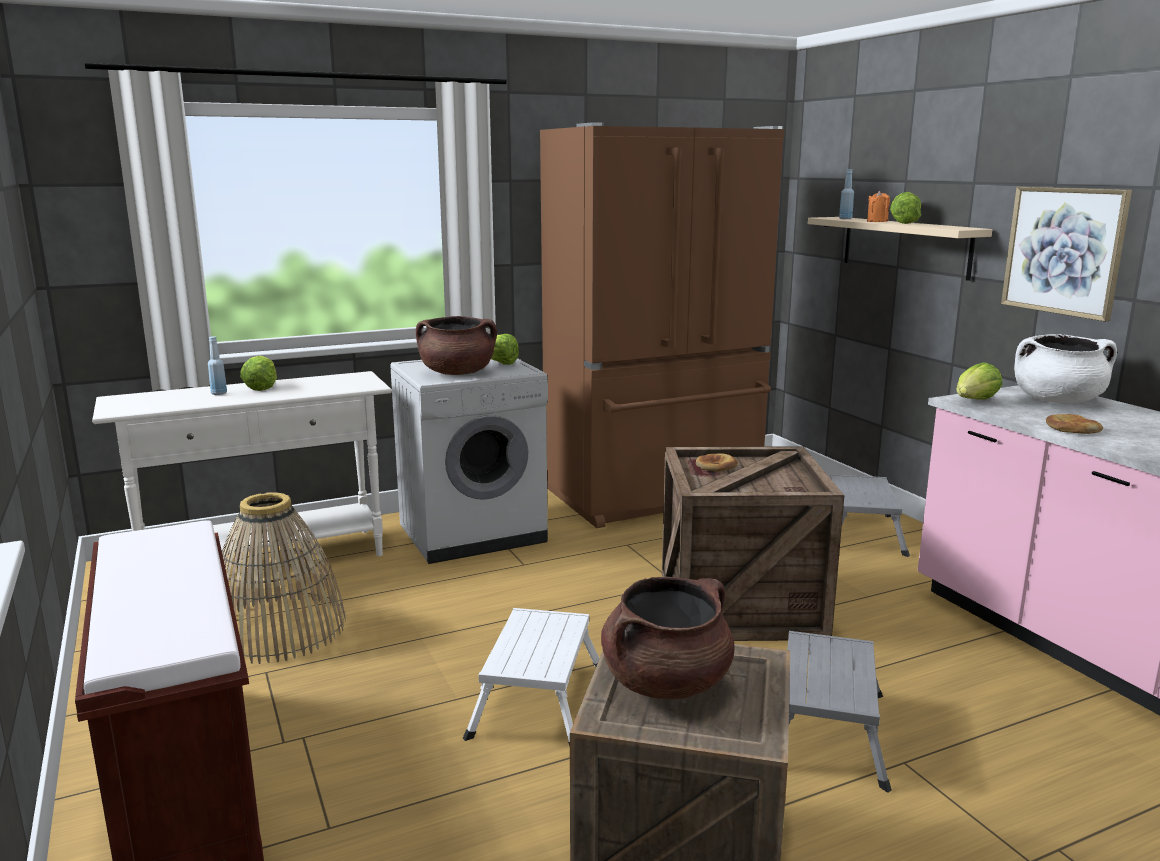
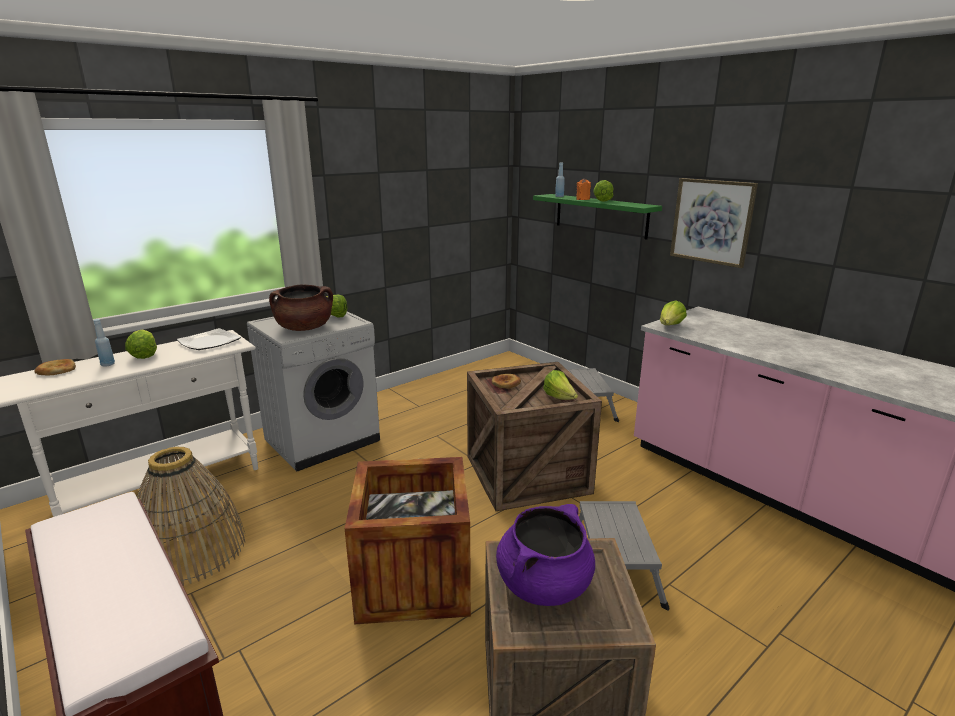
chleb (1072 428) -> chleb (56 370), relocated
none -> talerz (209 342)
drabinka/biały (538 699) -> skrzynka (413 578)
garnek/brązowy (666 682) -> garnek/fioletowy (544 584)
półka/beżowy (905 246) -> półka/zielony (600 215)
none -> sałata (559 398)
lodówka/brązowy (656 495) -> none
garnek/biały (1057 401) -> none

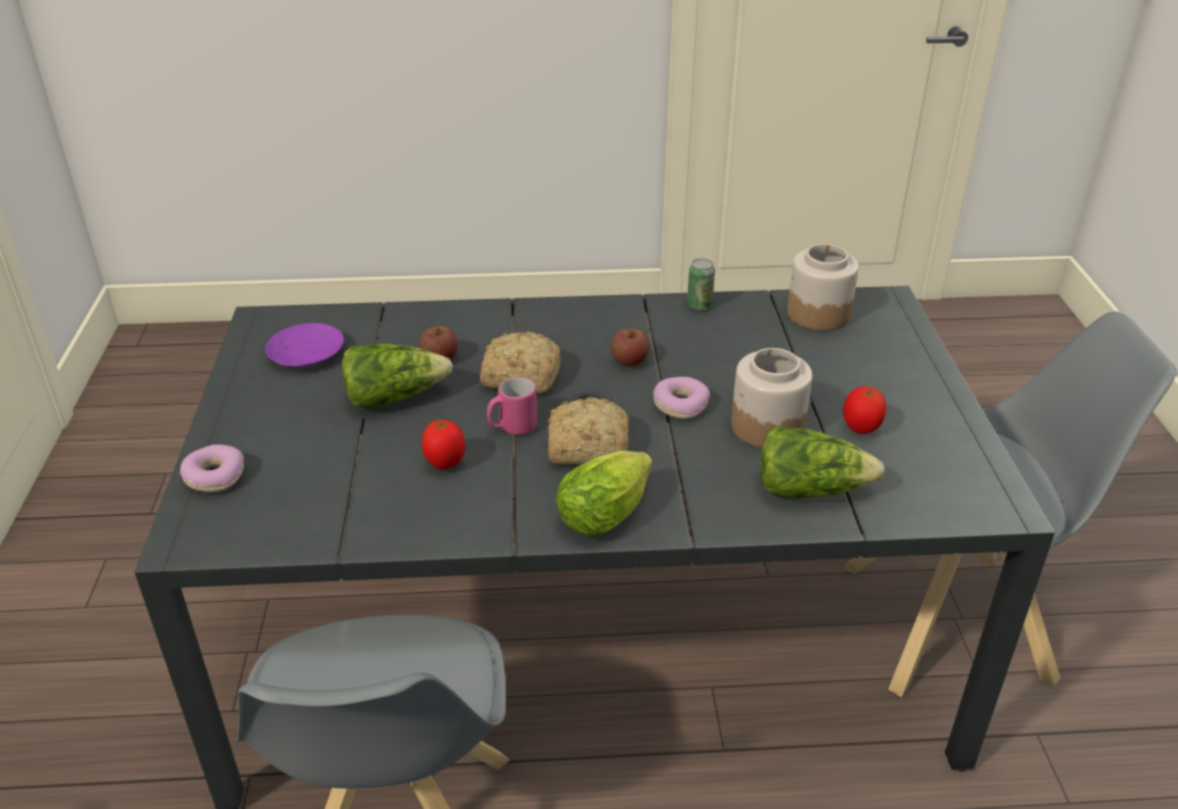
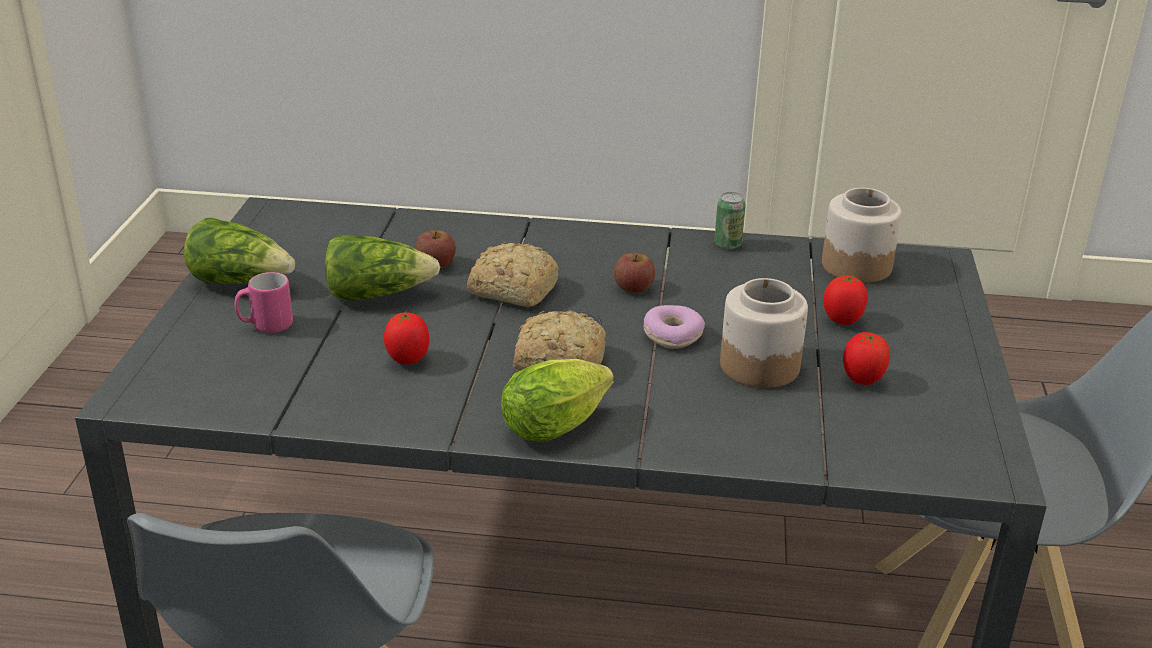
sałata (810 489) -> sałata (241 282), relocated
kubek/różowy (512 428) -> kubek/różowy (265 326), relocated
none -> pomidor (842 321)
donut (214 476) -> none
talerz/fioletowy (305 354) -> none

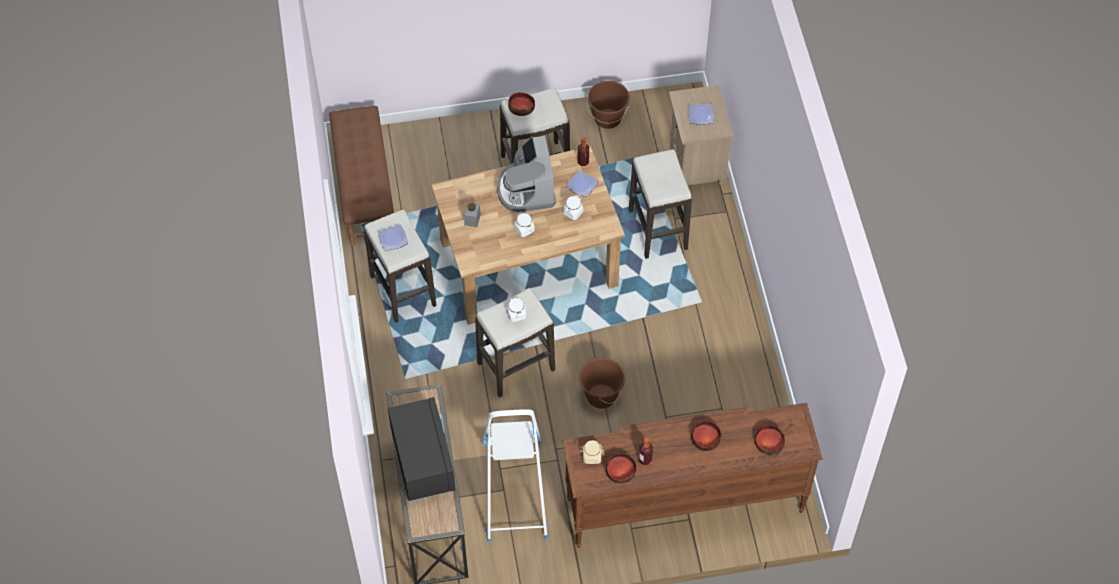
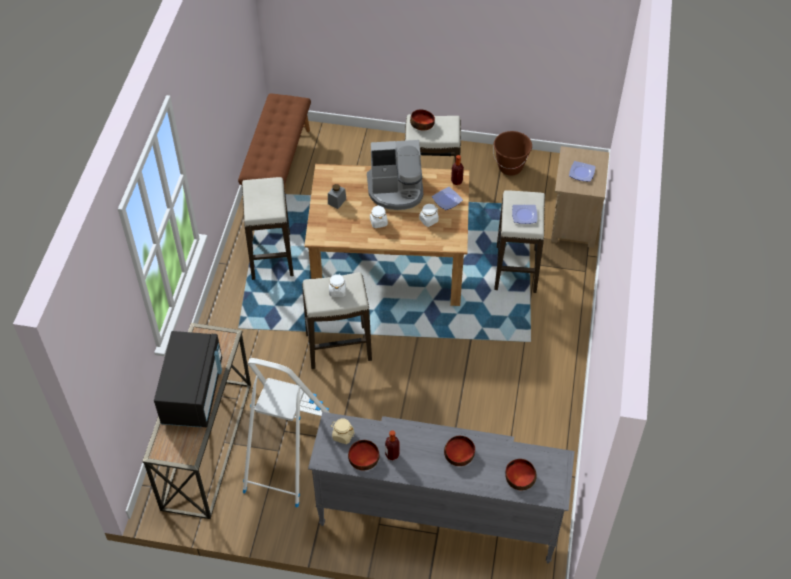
szafka/brązowy (684 504) -> szafka/szary (438 518)
ekspres do kawy (526 189) -> ekspres do kawy (396 190), 105 degrees counterclockwise
talerz (393 238) -> talerz (525 215), relocated
wiadro/brązowy (601 396) -> none

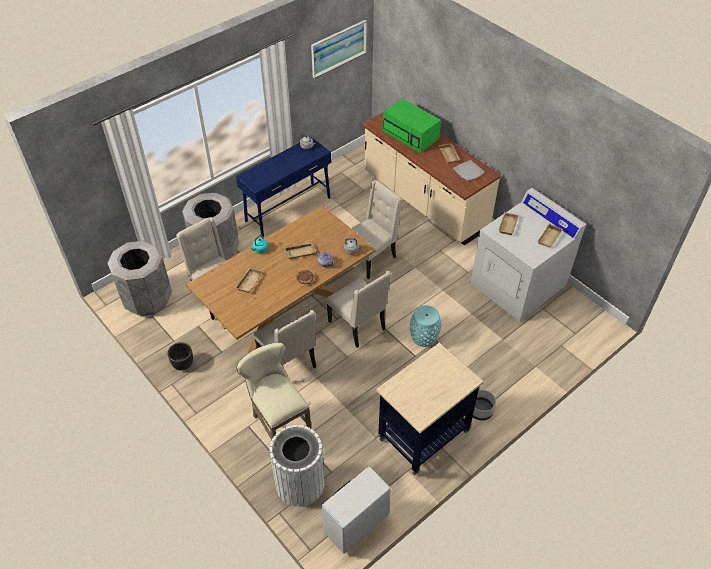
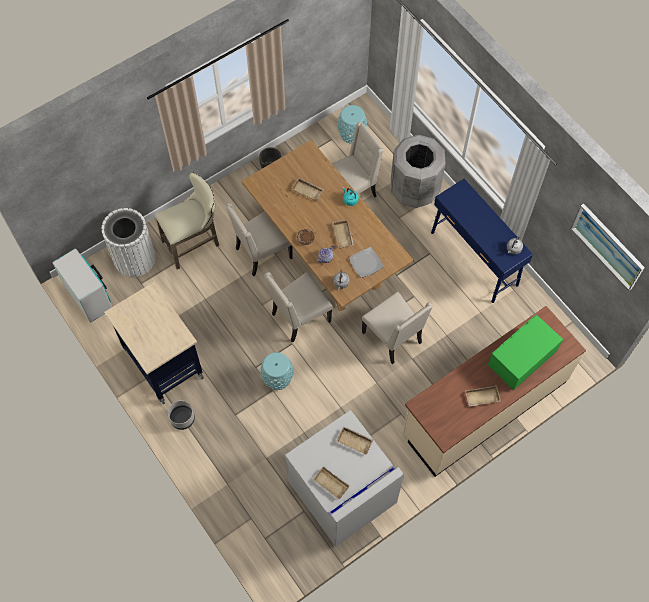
kosz na śmieci/szary (147 299) -> stołek/turkusowy (351 134)
talerz (468 171) -> talerz (366 263), relocated

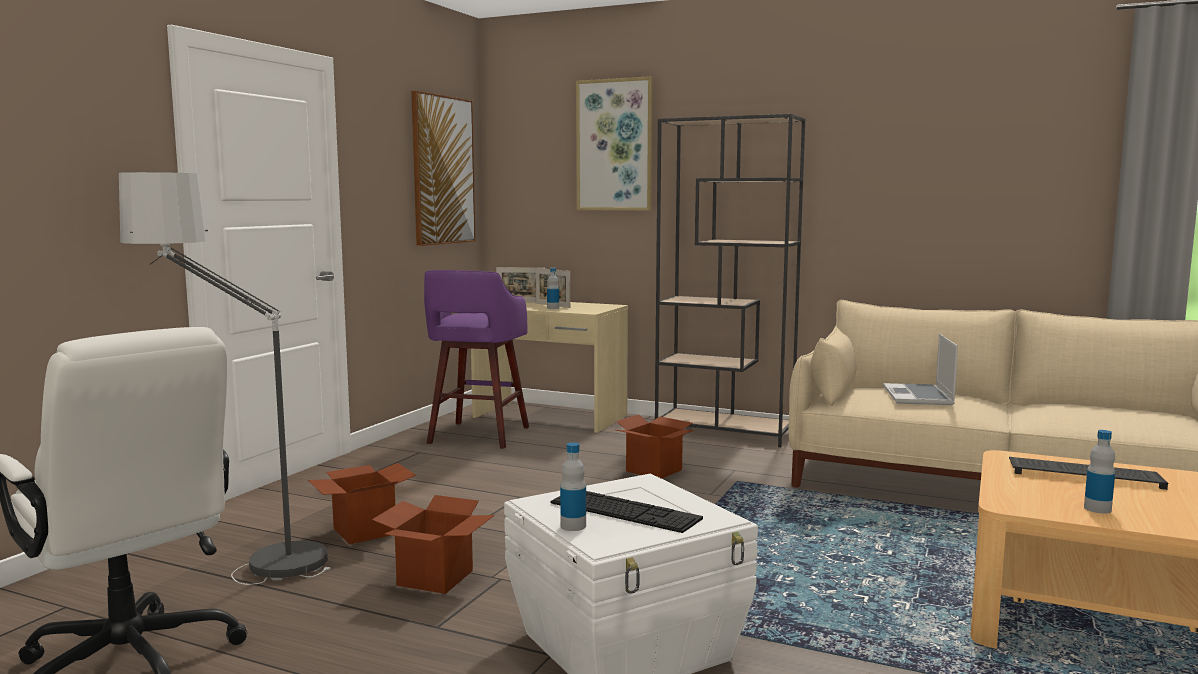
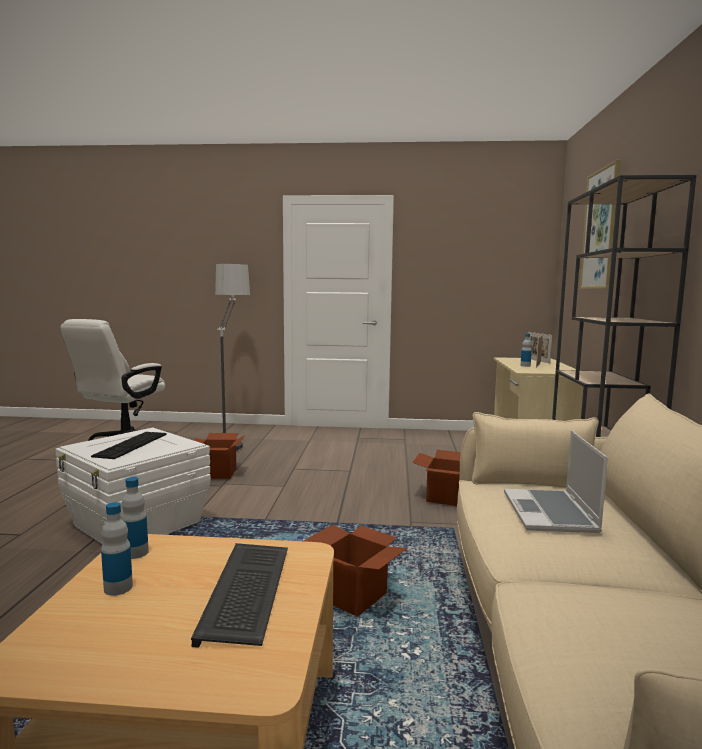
butelka (573 526) -> butelka (136 553), relocated
karton (365 531) -> karton (353 597), relocated
laptop (919 397) -> laptop (551 513), 75 degrees counterclockwise
obraz (442 170) -> none
stołek/fioletowy (477 436) -> none

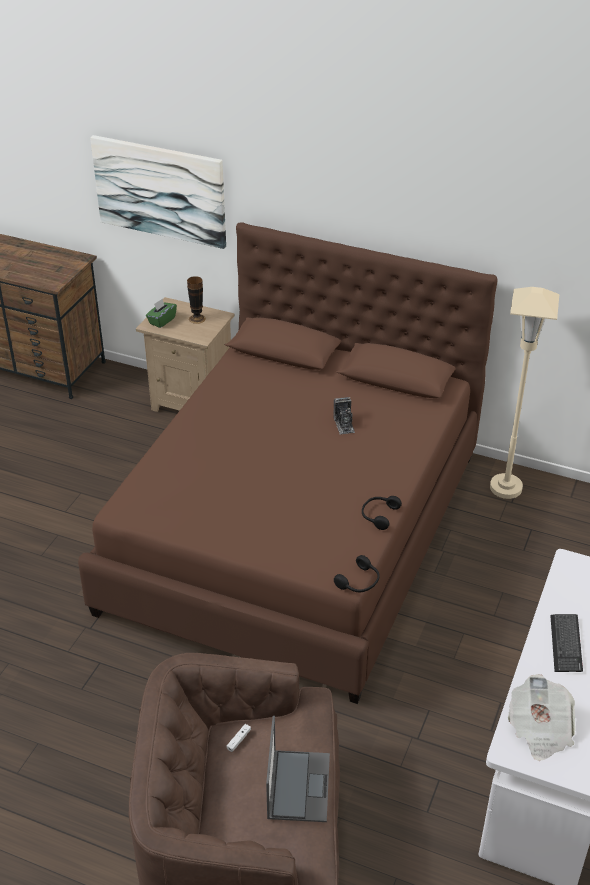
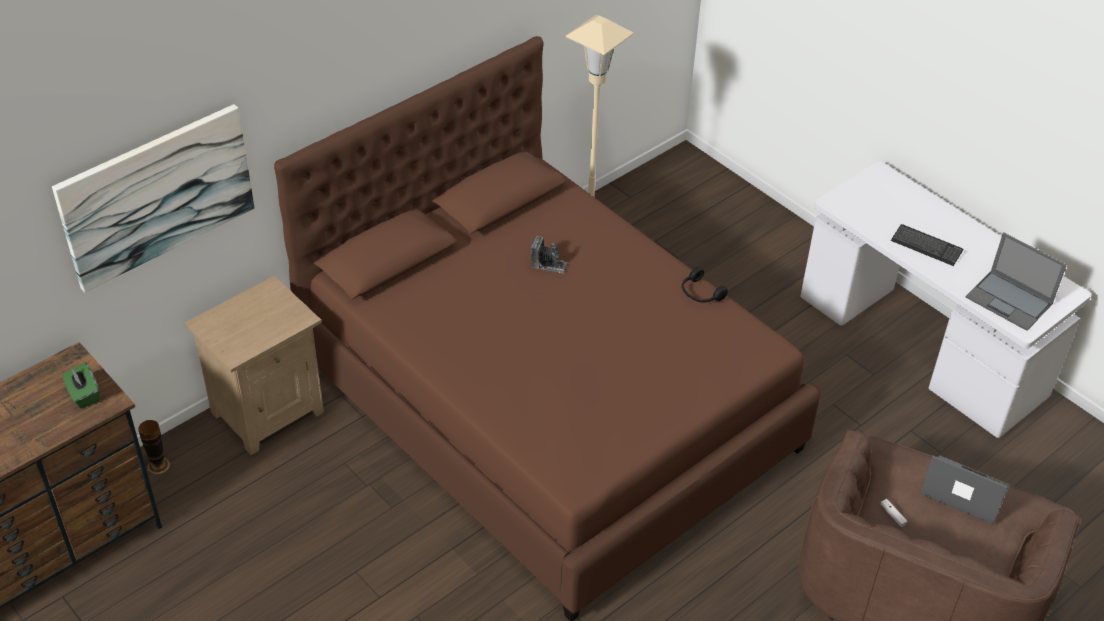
pudełko chusteczek/zielony (162 321) -> pudełko chusteczek/zielony (84 394), relocated
wazon (197 318) -> wazon (158 465), relocated
gazeta (539 730) -> laptop (1010 301)
słuchawki/czarny (359 582) -> none

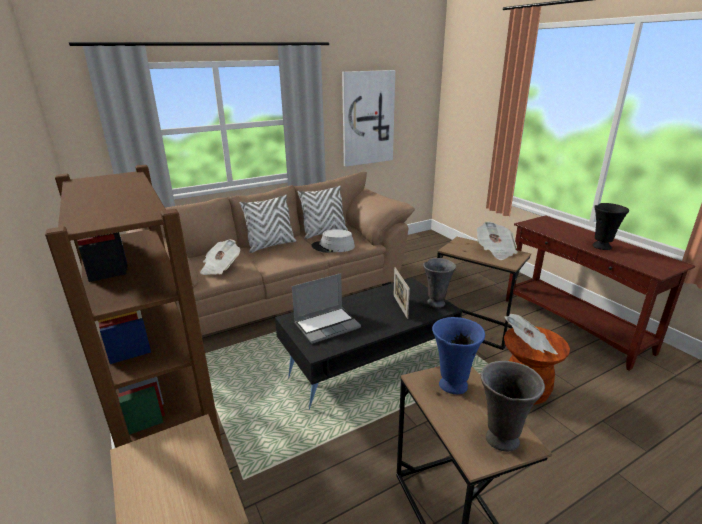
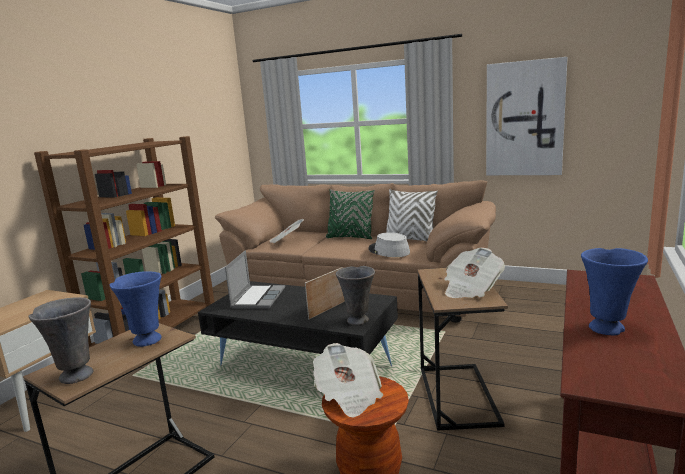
laptop (327 325) -> laptop (258 298), 105 degrees counterclockwise
poduszka/biały (271 245) -> poduszka/zielony (350 237)
wazon/czarny (601 246) -> wazon/niebieski (608 328)

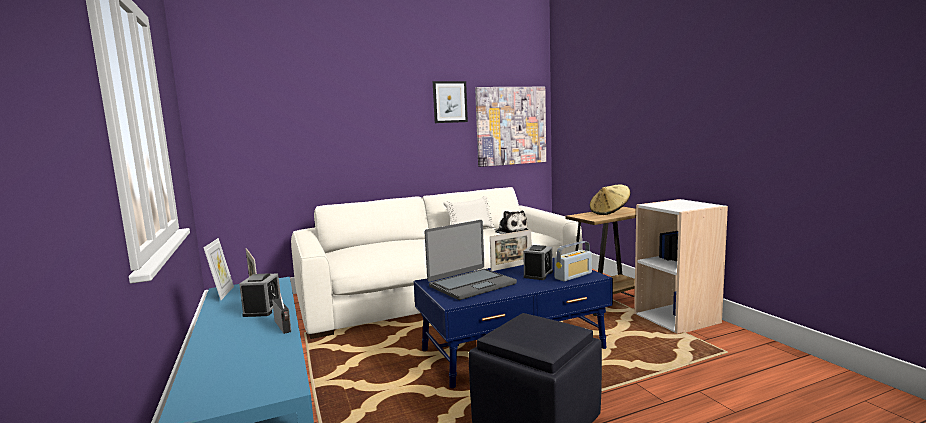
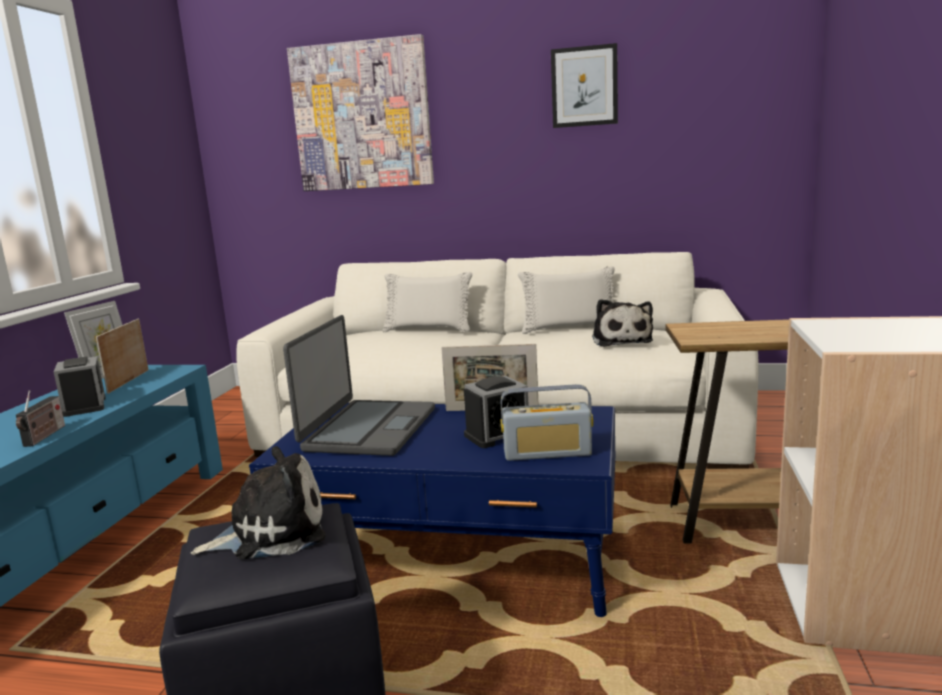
budzik (263 309) -> budzik (85 406), 60 degrees counterclockwise
none -> pluszak (271 532)
laptop (471 285) -> laptop (368 429), 75 degrees counterclockwise
obraz (511 126) -> obraz (362 116), relocated
none -> poduszka/biały (428 330)
kapelusz/beżowy (609 212) -> none

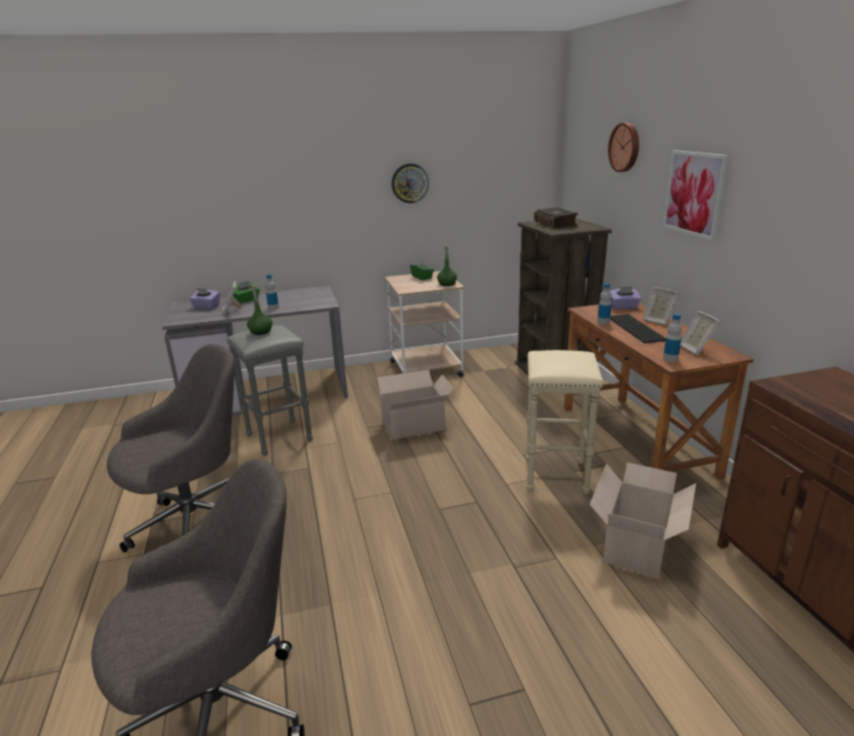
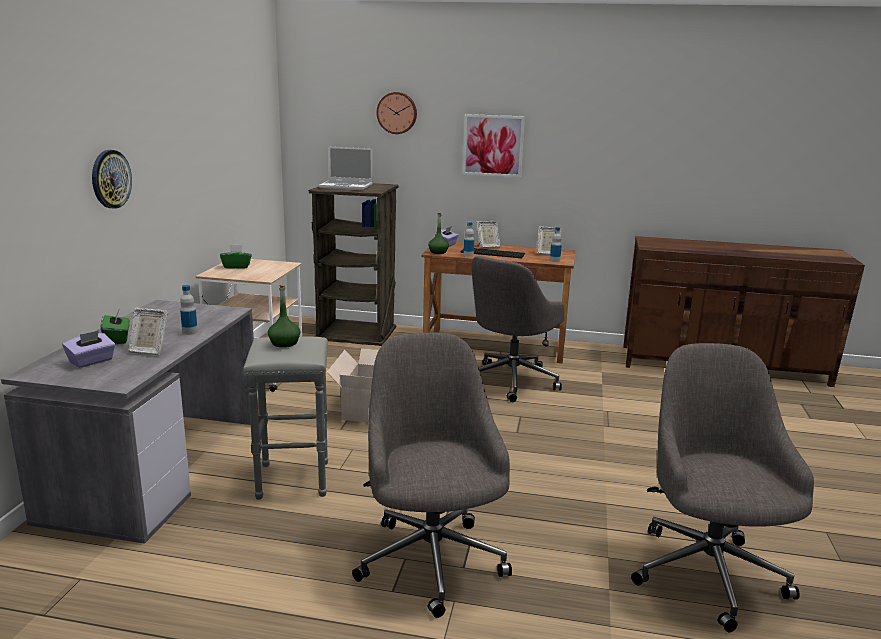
zegar ścienny (410 183) -> zegar ścienny (110 179), relocated
książka (556 224) -> laptop (347 186)
butelka/zielony (447 284) -> butelka/zielony (438 252), relocated
stołek/beżowy (554 474) -> krzesło biurowe/szary (511 381)
karton (638 544) -> none

